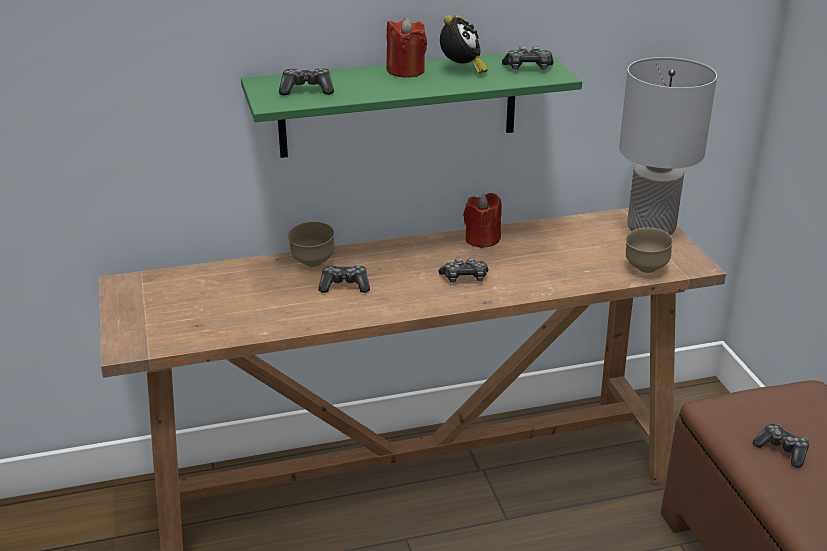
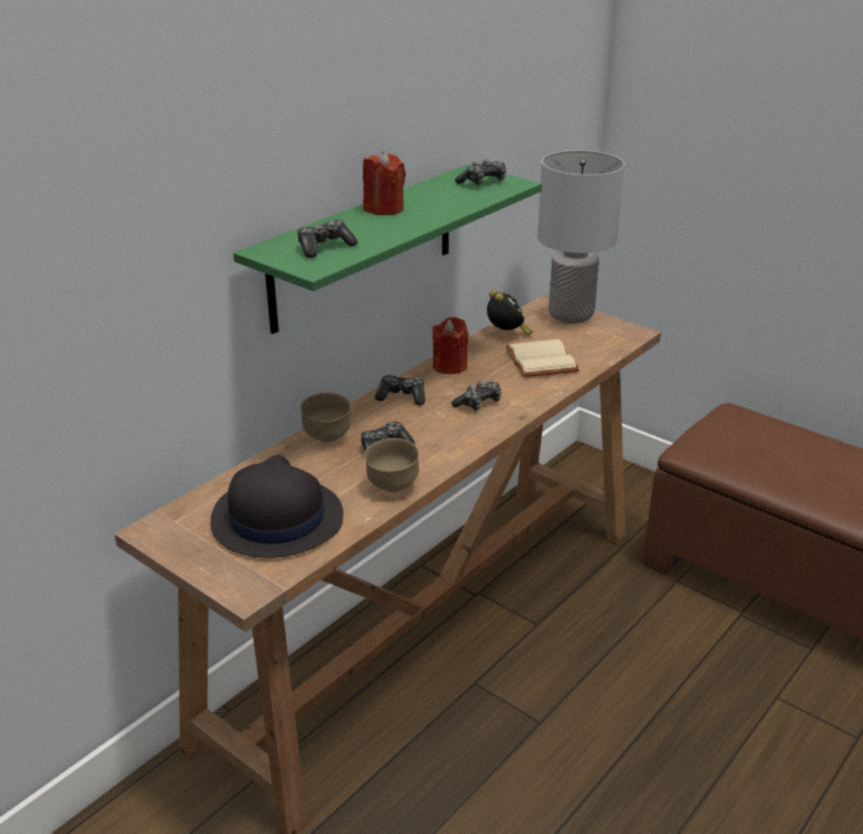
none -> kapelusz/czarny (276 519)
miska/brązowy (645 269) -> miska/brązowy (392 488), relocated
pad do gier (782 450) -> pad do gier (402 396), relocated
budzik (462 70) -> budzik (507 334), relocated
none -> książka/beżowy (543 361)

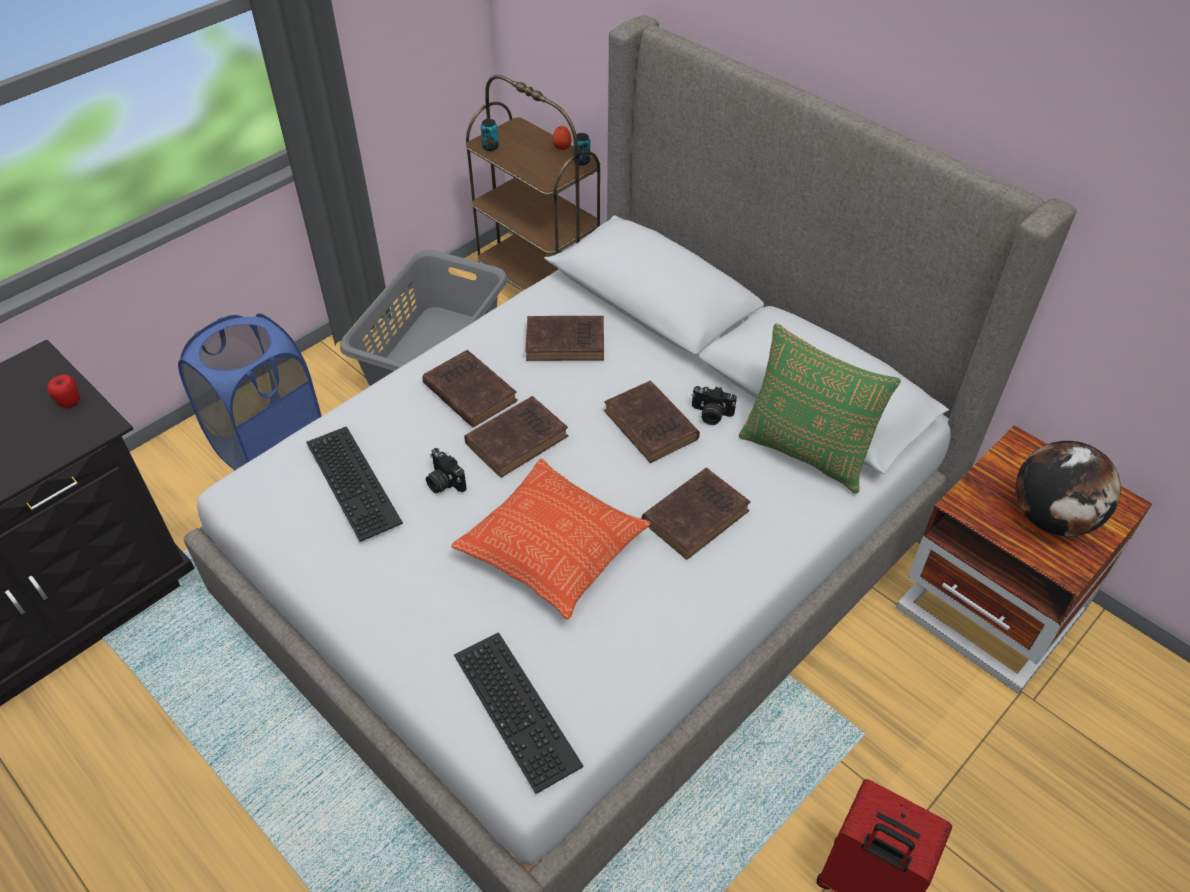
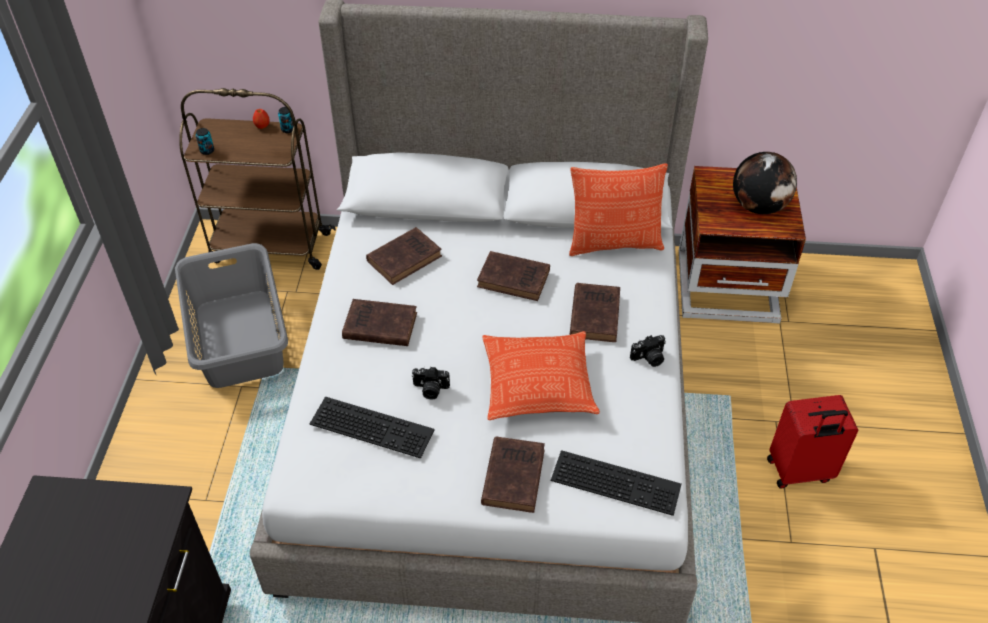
książka/brązowy (519 439) -> książka/brązowy (513 475), relocated
poduszka/zielony (805 453) -> poduszka/pomarańczowy (614 243)
aparat fotograficzny (711 414) -> aparat fotograficzny (649 358), relocated
jabłko (70 403) -> none
kosz na pranie/niebieski (270 446) -> none

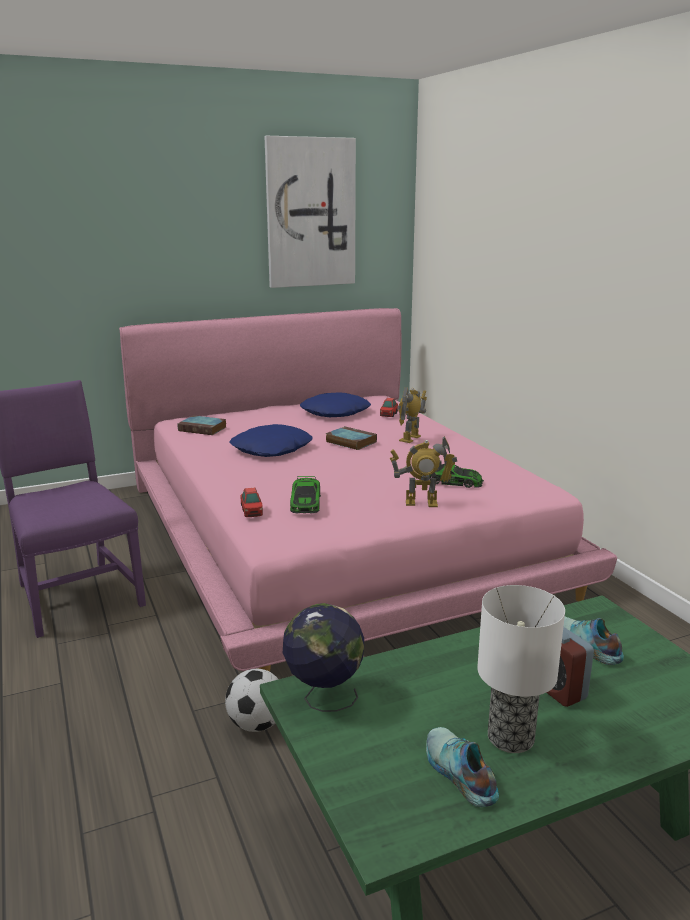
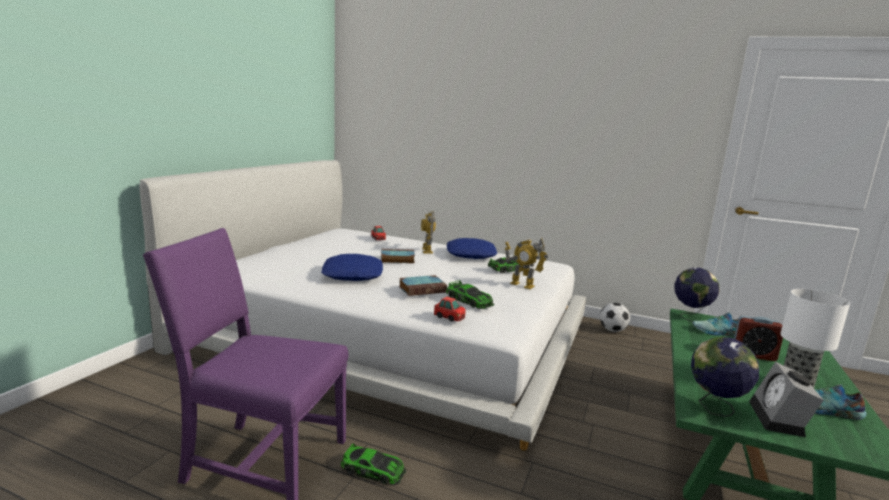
łóżko/różowy (335 534) -> łóżko/biały (391 336)
none -> samochodzik (373 470)
książka (203 429) -> książka (423 289), relocated
poduszka/niebieski (335 412) -> poduszka/niebieski (470 255), relocated
robot zabawkowy (421 503) -> robot zabawkowy (522 285), 75 degrees clockwise
piłka futbolowa (256 724) -> piłka futbolowa (612 330), relocated
none -> globus (690 316)
none -> budzik (780 420)
obraz (310 213) -> none

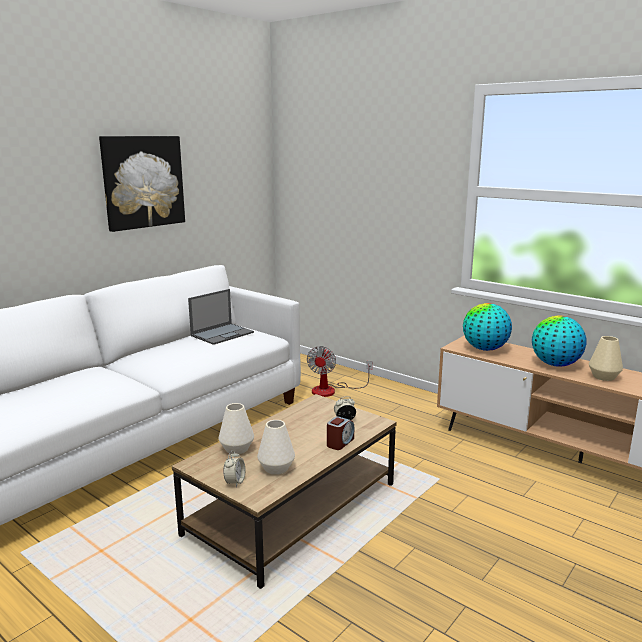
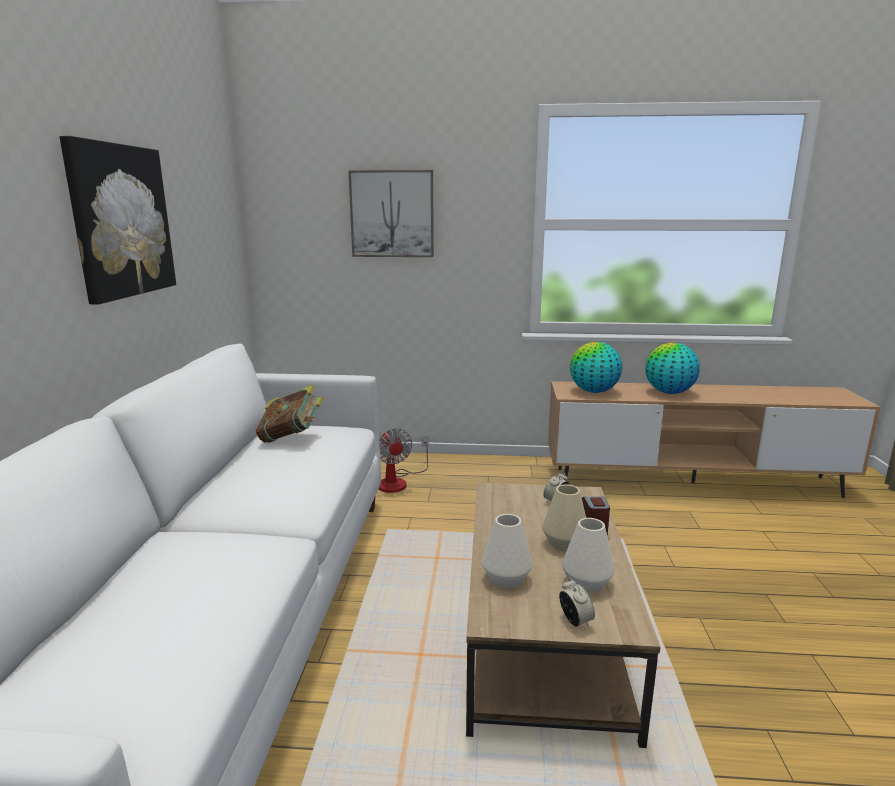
laptop (222 334) -> książka (291 438)
none -> obraz (392 214)
wazon/beżowy (604 377) -> wazon/beżowy (564 544), relocated

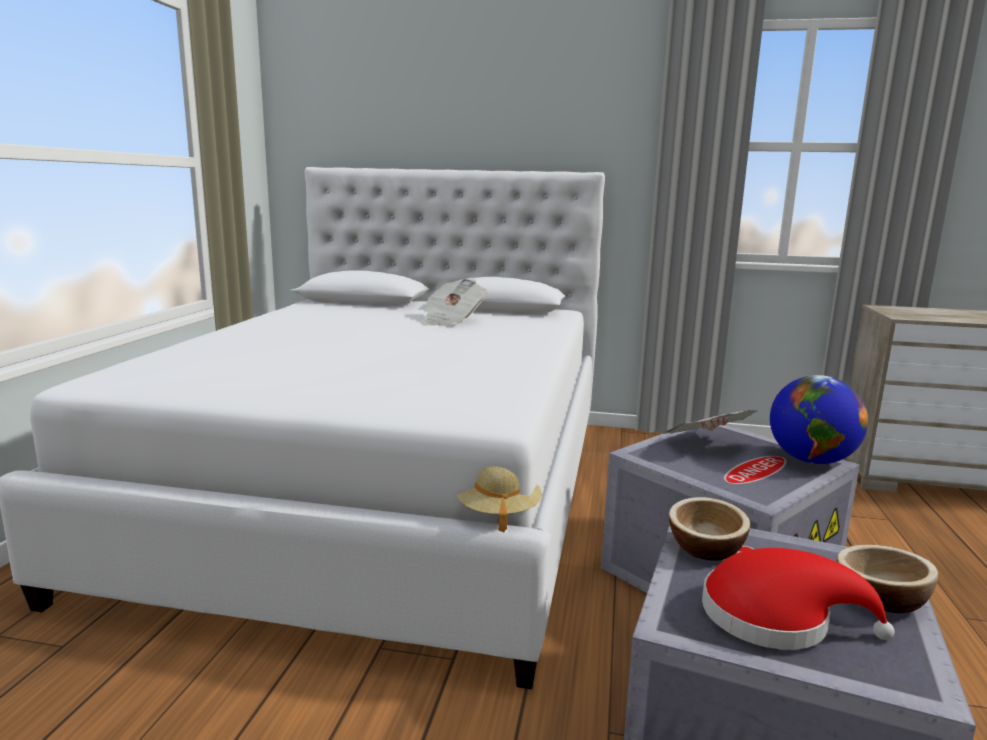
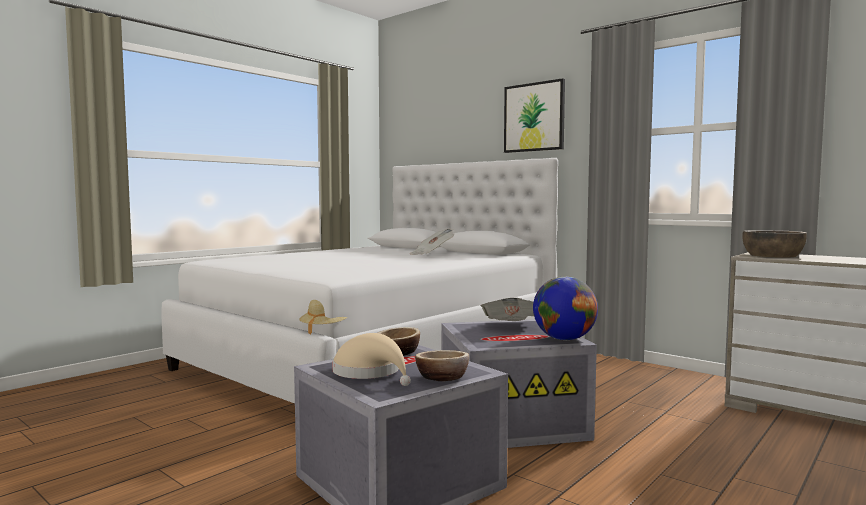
kapelusz/czerwony (775 617) -> kapelusz/beżowy (370 373)
none -> obraz (534 117)
none -> miska/brązowy (773 255)

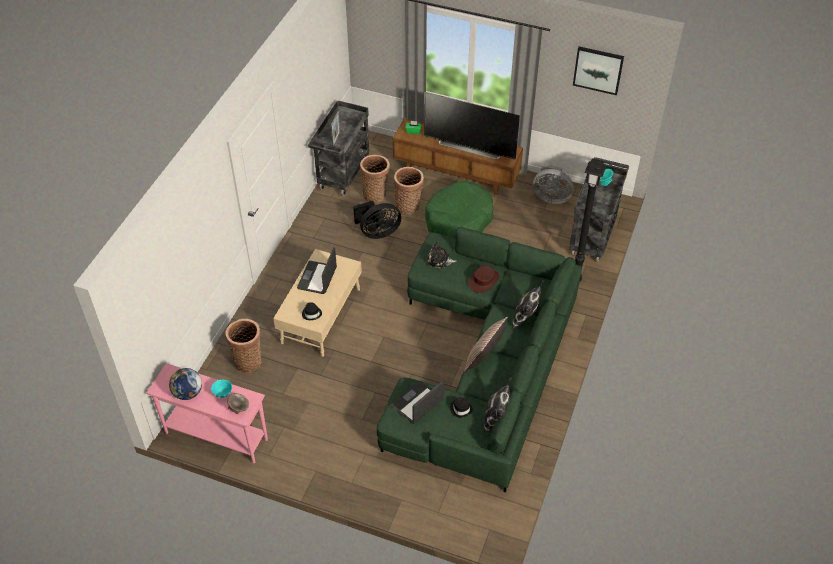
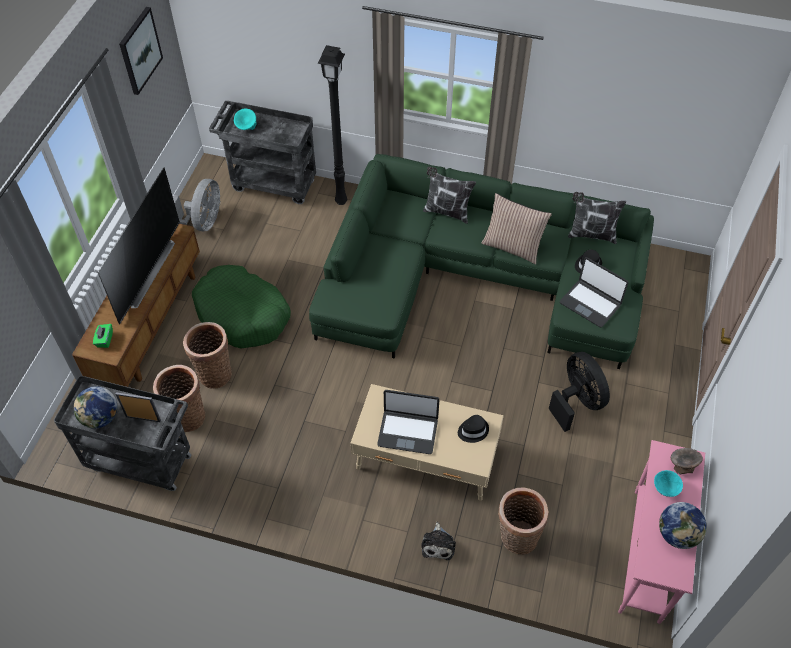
none -> globus (100 418)
pluszak (439 260) -> pluszak (438 544), relocated
wentylator/czarny (377 232) -> wentylator/czarny (577 401), relocated
kapelusz/brązowy (483 280) -> none

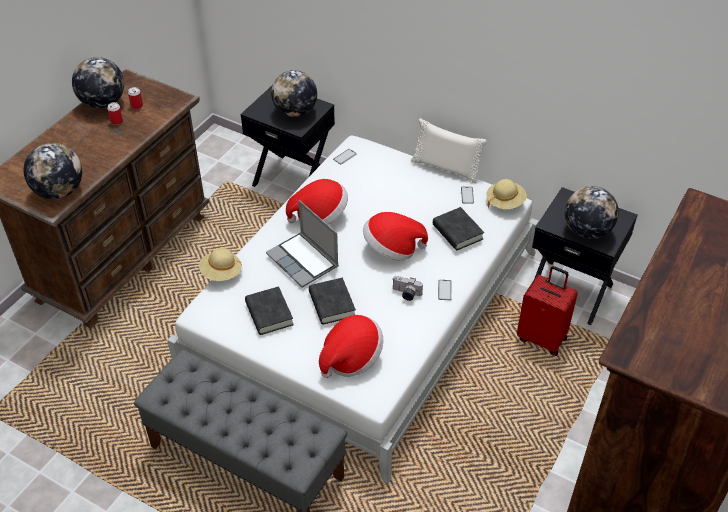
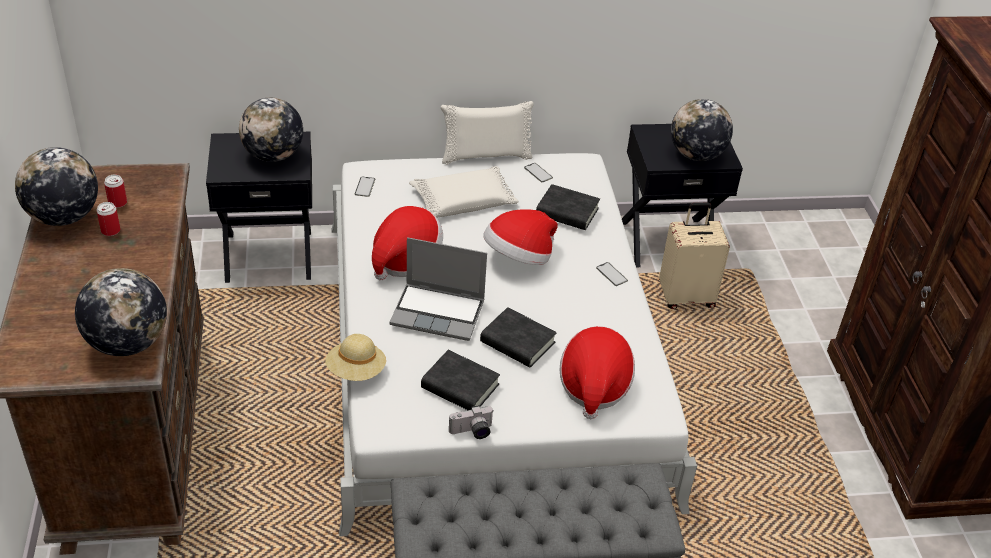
none -> poduszka/biały (463 199)
aparat fotograficzny (406 294) -> aparat fotograficzny (472 432), relocated
walizka/czerwony (542 338) -> walizka/beżowy (686 297)
kapelusz/beżowy (505 202) -> none

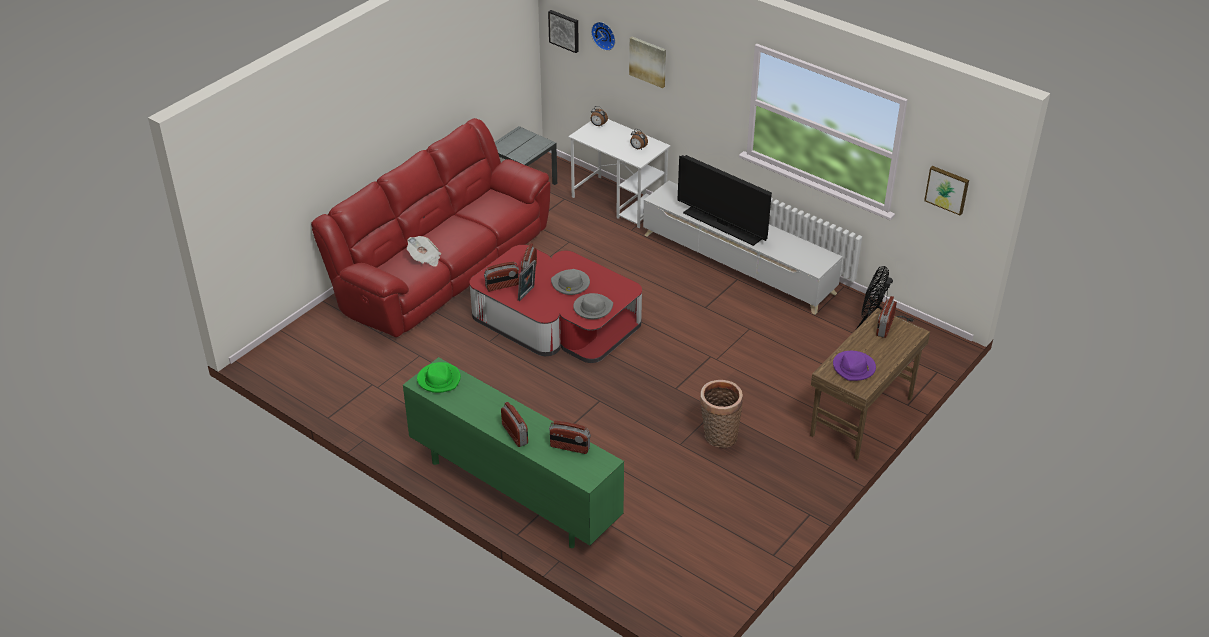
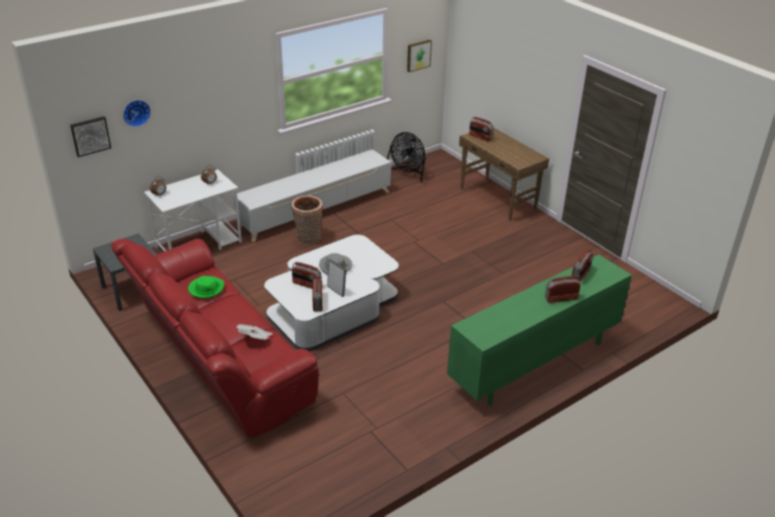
kapelusz/zielony (439 379) -> kapelusz/zielony (206 289), relocated
ława/czerwony (556 318) -> ława/biały (333 305)
koszyk (718 436) -> koszyk (308 239), relocated
kapelusz/szary (592 308) -> none
obraz (648 61) -> none
telewizor (722 226) -> none
kapelusz/fioletowy (854 368) -> none

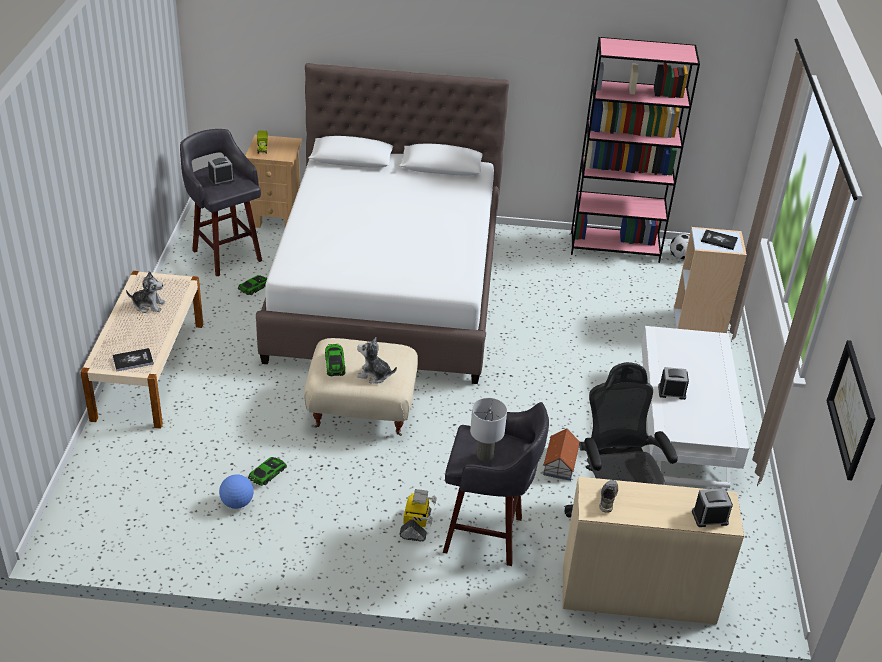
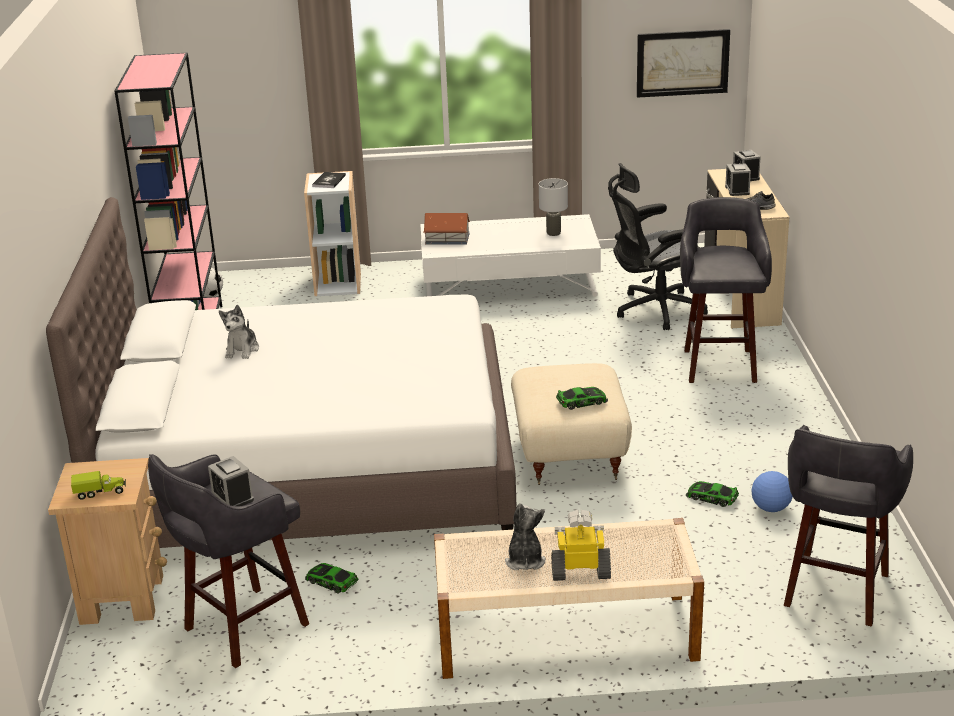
pluszak (374 375) -> pluszak (242 350), relocated
domek (559 463) -> domek (448 239), relocated
lampa stołowa/biały (484 457) -> lampa stołowa/biały (554 233), relocated
robot zabawkowy (416 525) -> robot zabawkowy (581 571), relocated
budzik (671 392) -> budzik (737 190), relocated
none -> stołek/szary (834 593)
książka (133 360) -> none

